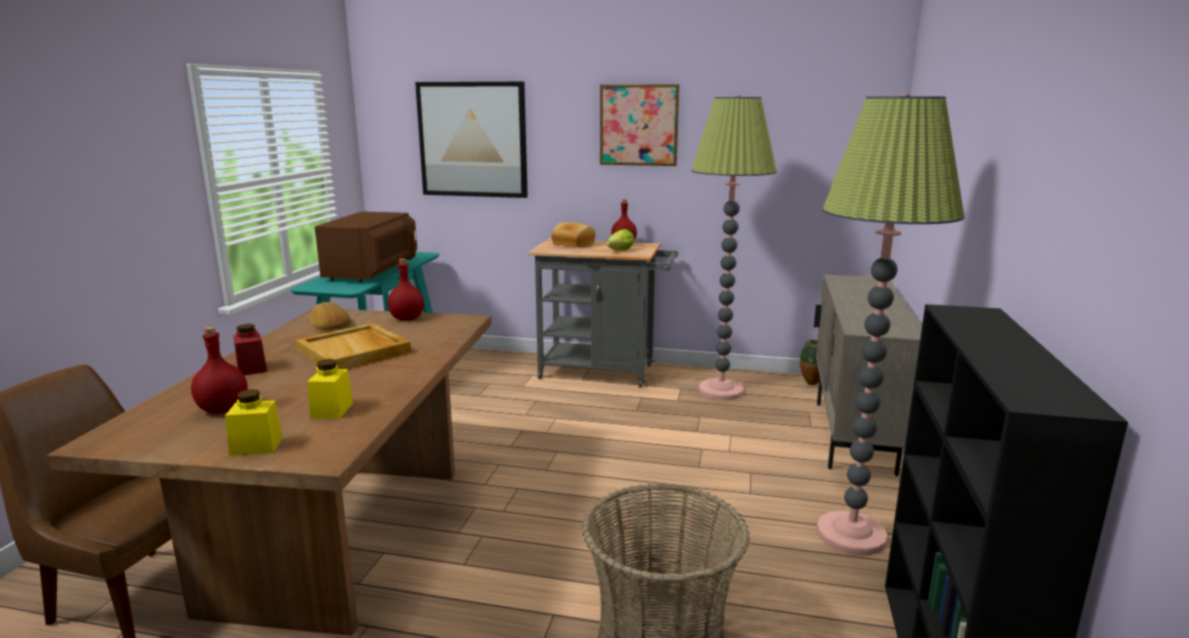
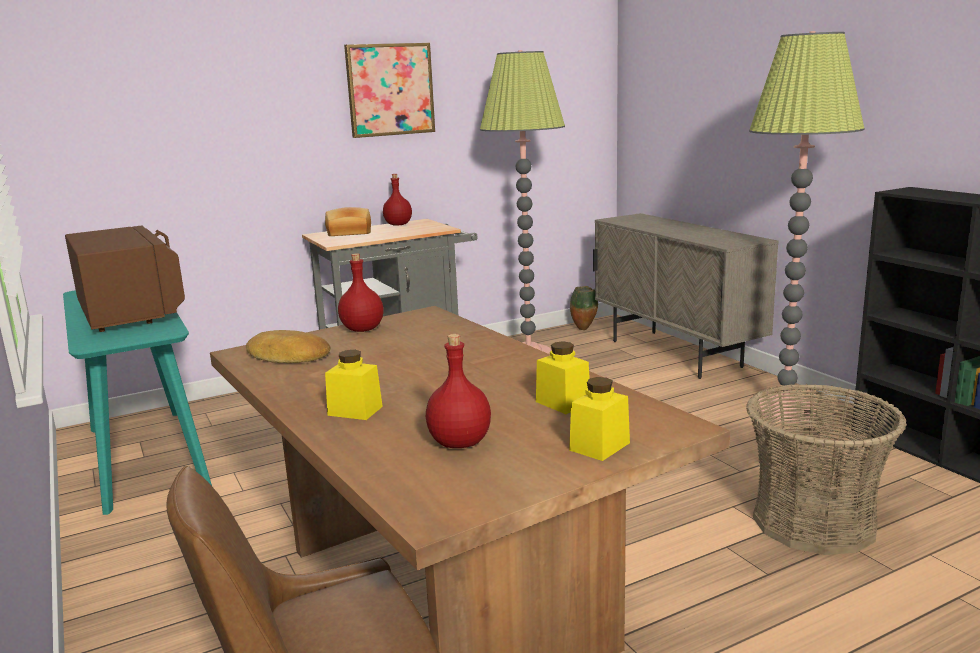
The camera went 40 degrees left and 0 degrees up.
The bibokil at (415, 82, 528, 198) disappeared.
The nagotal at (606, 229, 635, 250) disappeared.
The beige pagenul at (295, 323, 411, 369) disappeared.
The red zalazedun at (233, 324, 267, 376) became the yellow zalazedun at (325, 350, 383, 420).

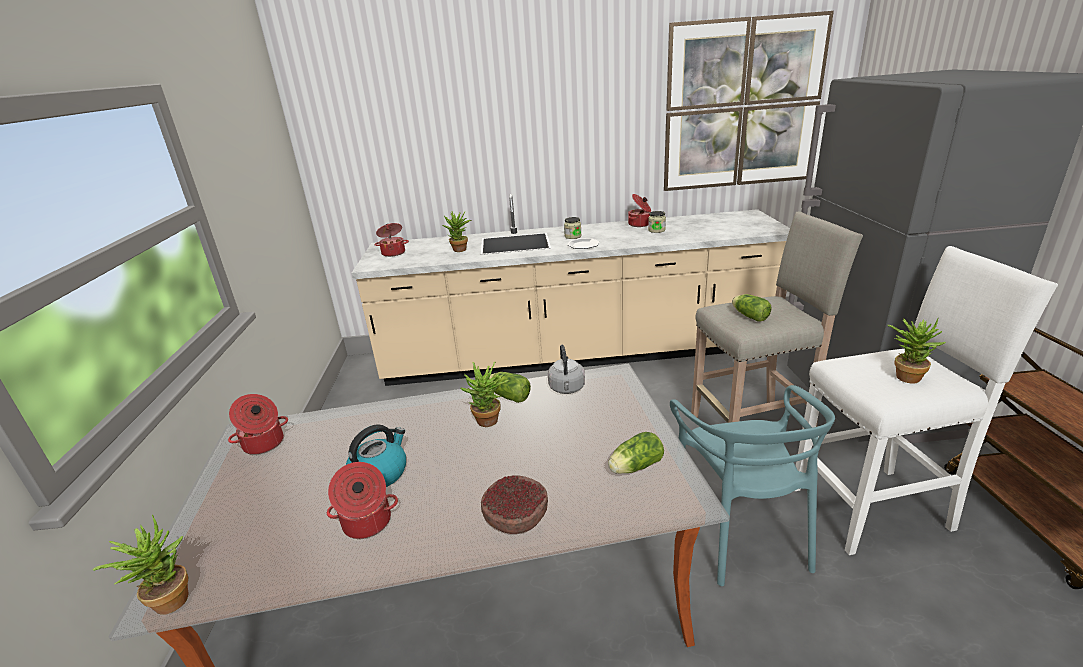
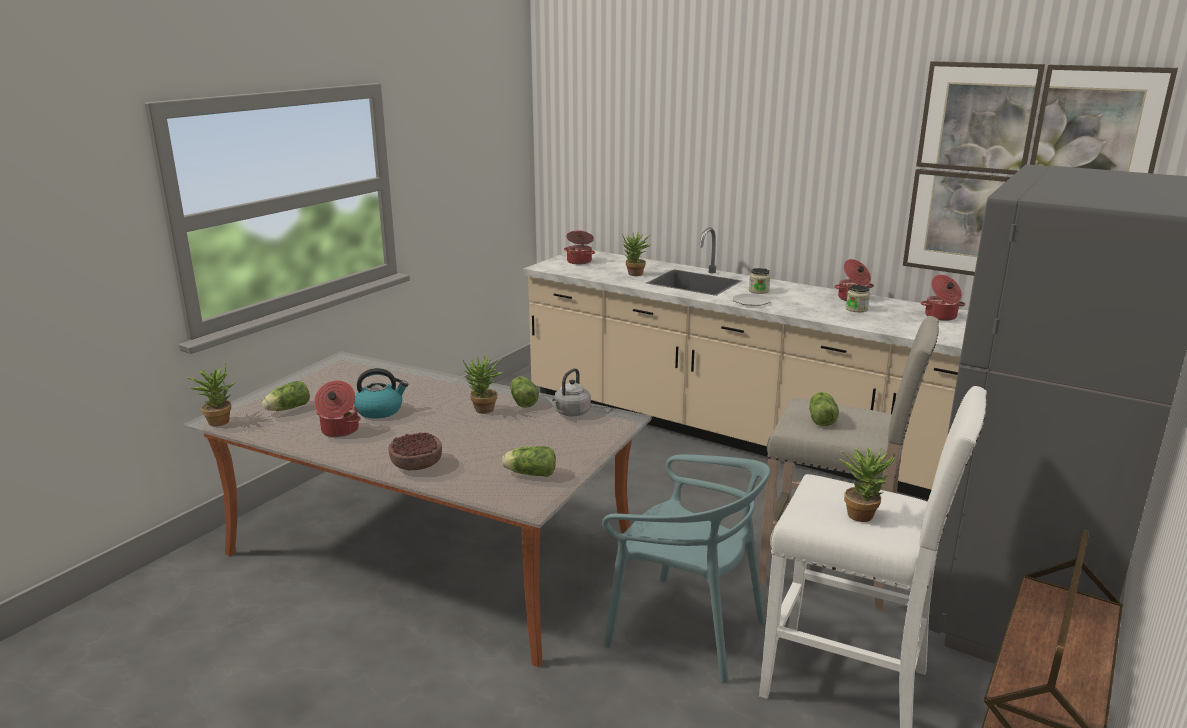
The camera went 35 degrees right and 5 degrees down.
The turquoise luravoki at (670, 385, 835, 586) turned 90 degrees counterclockwise.
The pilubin moved from (228, 394, 288, 455) to (921, 275, 965, 321).
The nagotal at (262, 381, 310, 411) appeared.

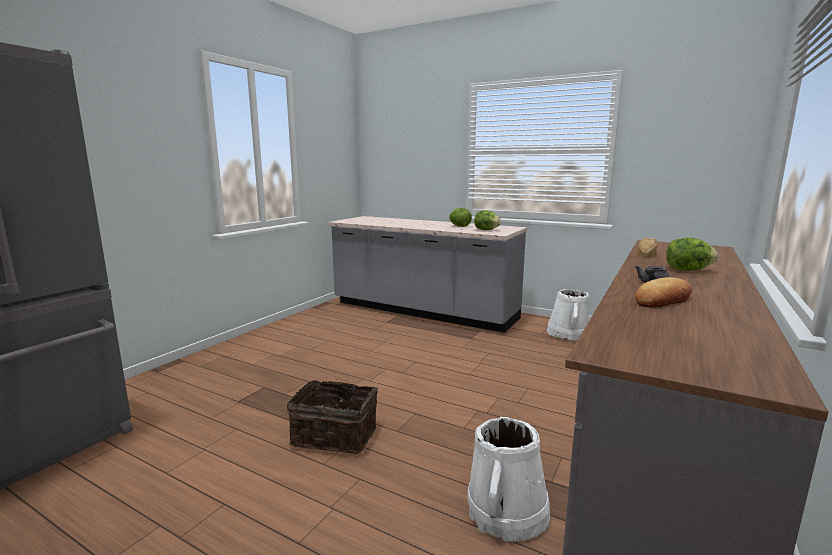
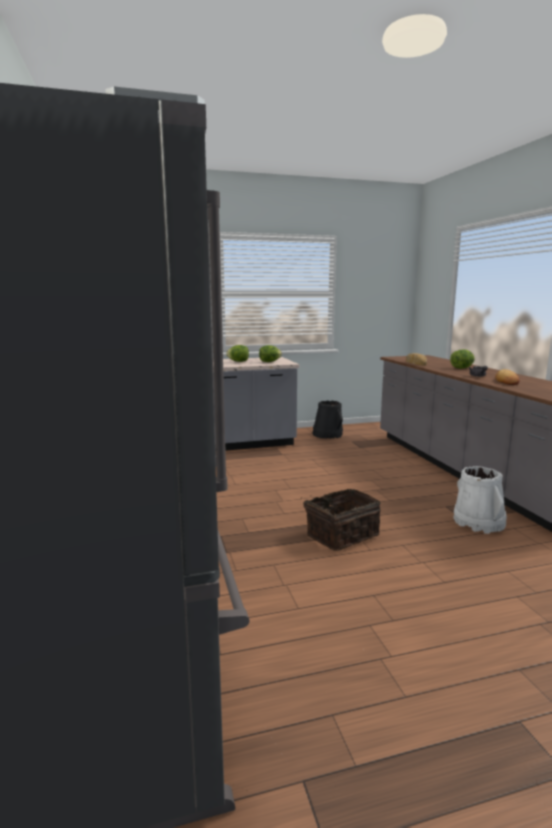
The camera went 45 degrees left and 0 degrees up.
The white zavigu at (547, 289, 589, 341) became the black zavigu at (312, 400, 343, 439).

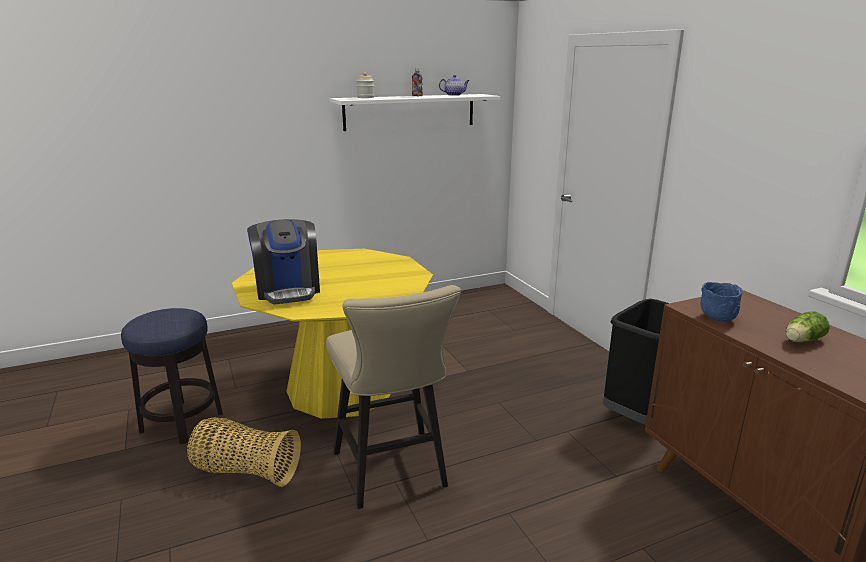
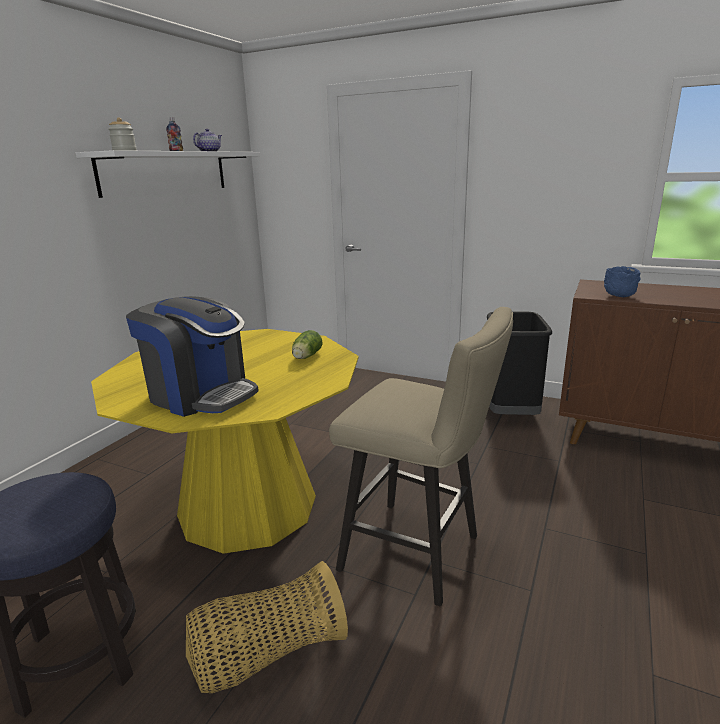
The camera went 40 degrees left and 0 degrees up.
The nagotal moved from (786, 312, 830, 343) to (292, 330, 322, 359).

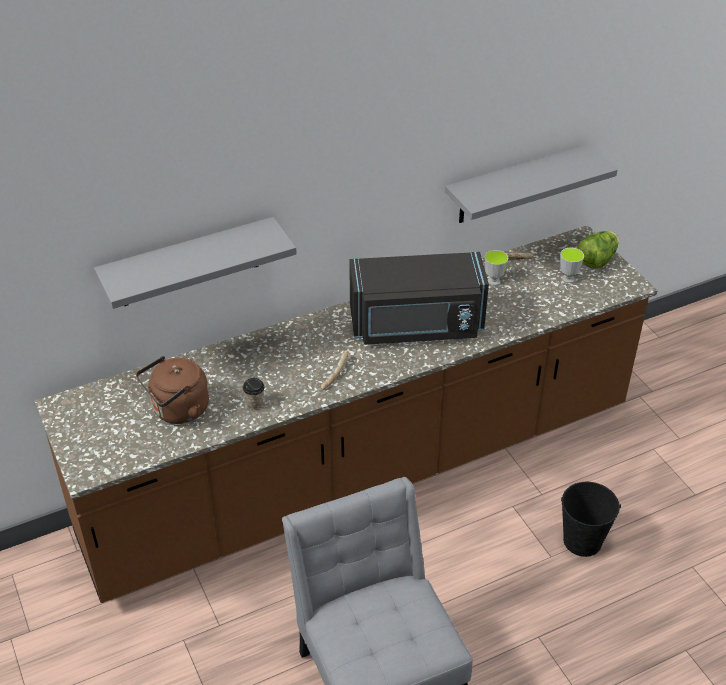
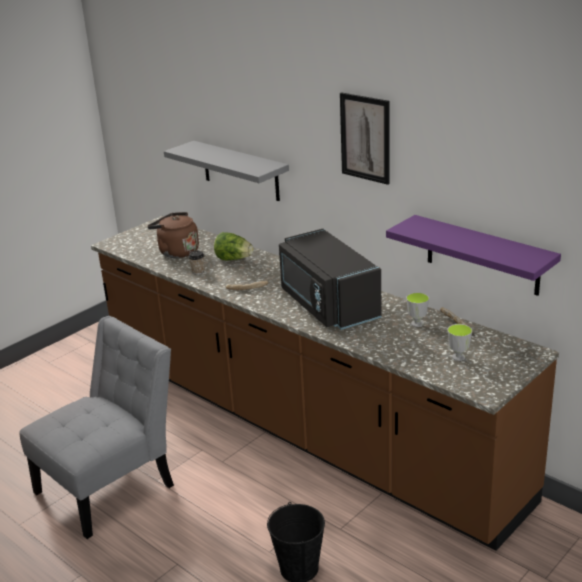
The camera went 70 degrees right and 15 degrees down.
The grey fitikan at (445, 145, 617, 223) became the purple fitikan at (386, 215, 561, 296).
The nagotal moved from (577, 231, 619, 269) to (214, 232, 254, 260).
The bibokil at (340, 92, 389, 185) appeared.

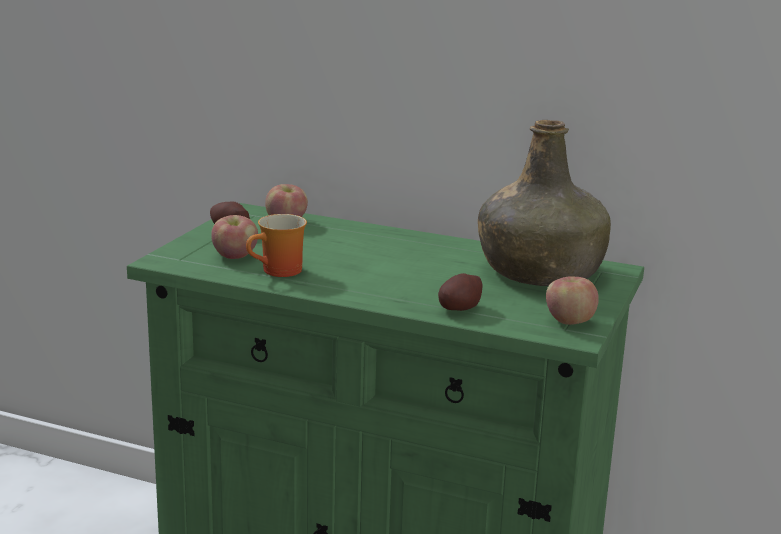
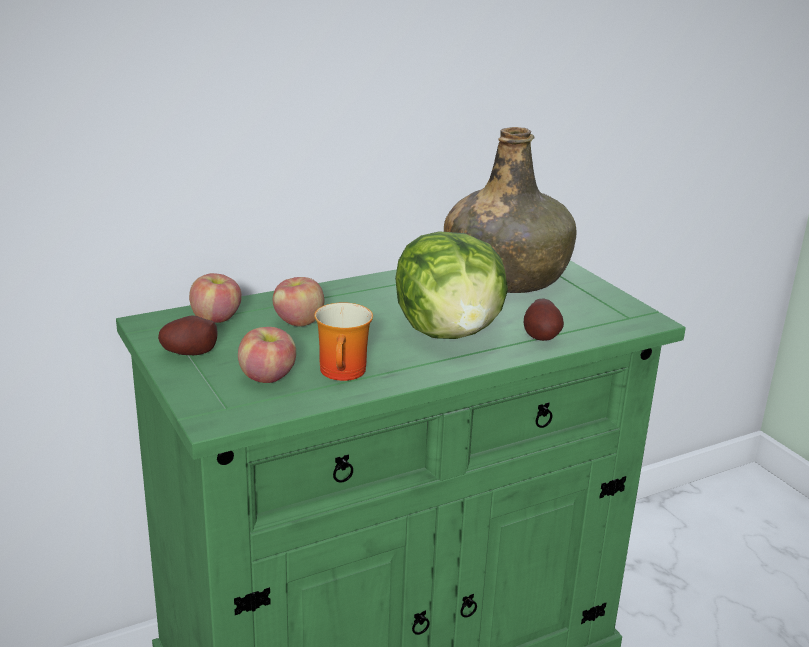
The camera went 50 degrees left and 5 degrees up.
The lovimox moved from (546, 276, 599, 325) to (273, 277, 324, 327).
The nagotal at (395, 231, 508, 339) appeared.

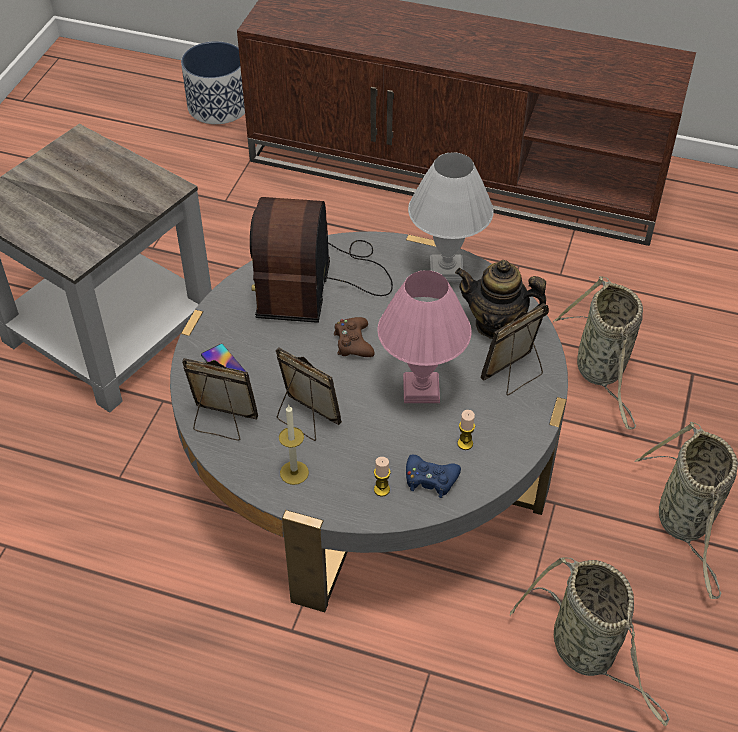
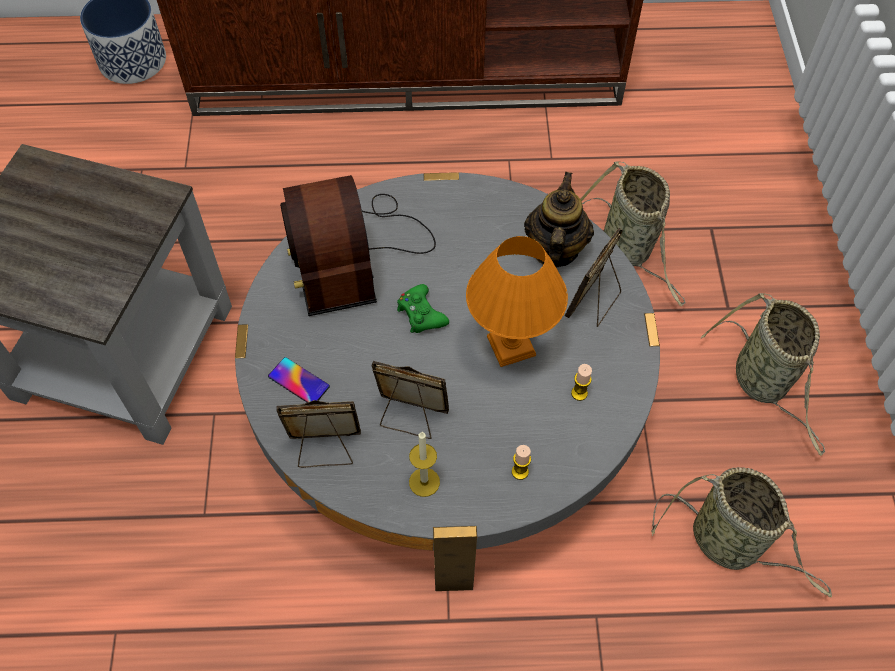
The camera went 20 degrees left and 10 degrees up.
The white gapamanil at (408, 152, 494, 282) disappeared.
The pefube at (455, 260, 549, 339) turned 105 degrees clockwise.
The pink gapamanil at (377, 270, 471, 403) became the orange gapamanil at (466, 236, 568, 367).
The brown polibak at (334, 317, 375, 357) became the green polibak at (397, 284, 449, 333).
The blue polibak at (406, 455, 461, 498) disappeared.

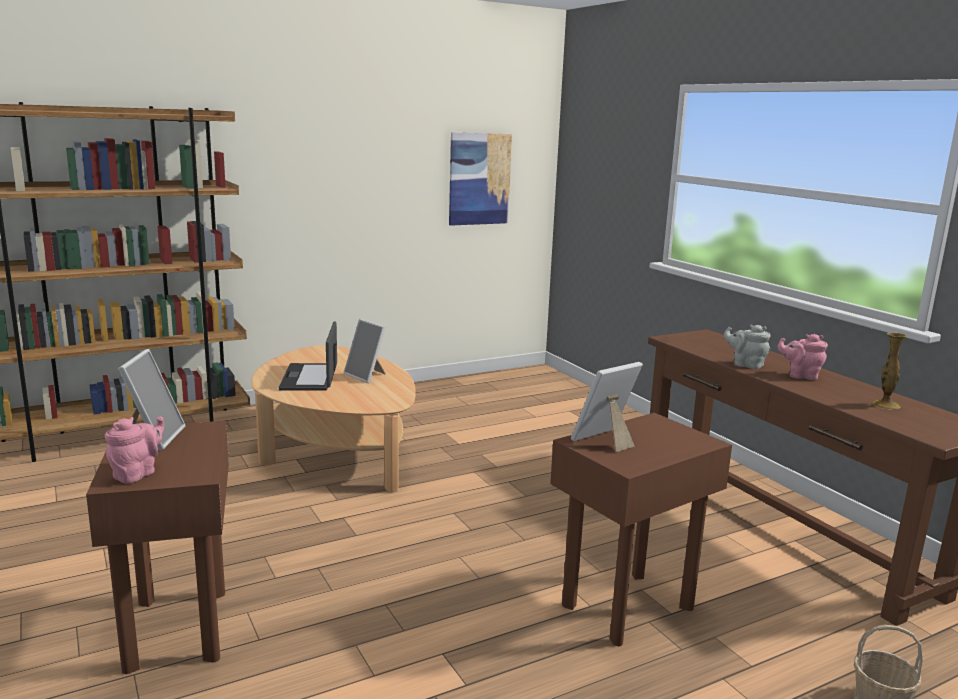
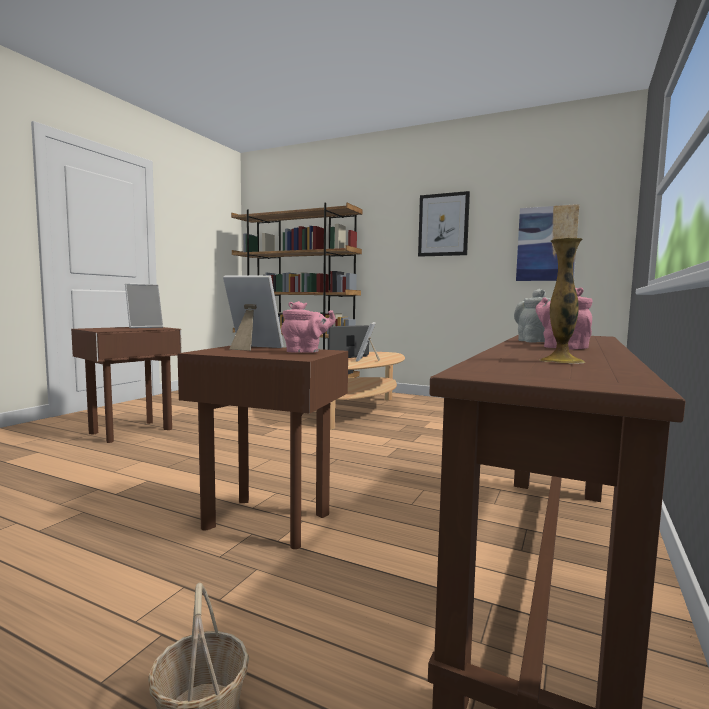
The camera went 55 degrees right and 10 degrees down.
The pink pefube moved from (105, 416, 164, 484) to (281, 301, 336, 353).
The bibokil at (418, 191, 470, 257) appeared.

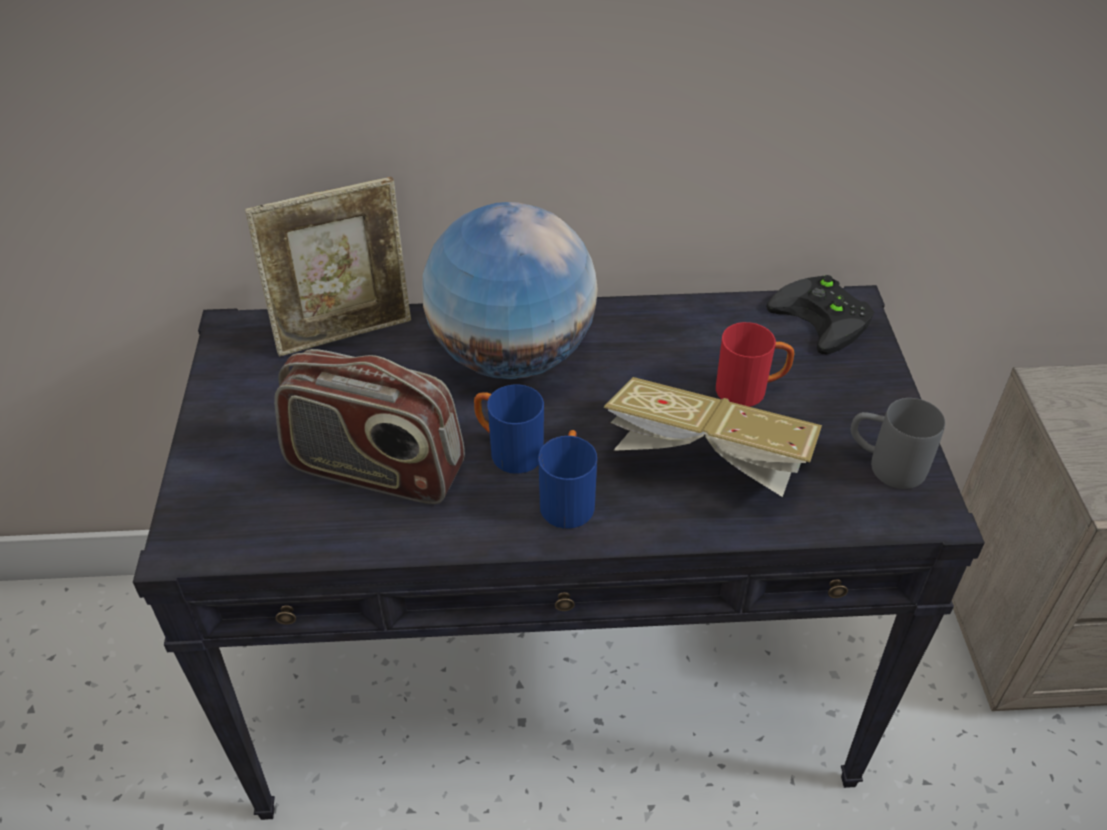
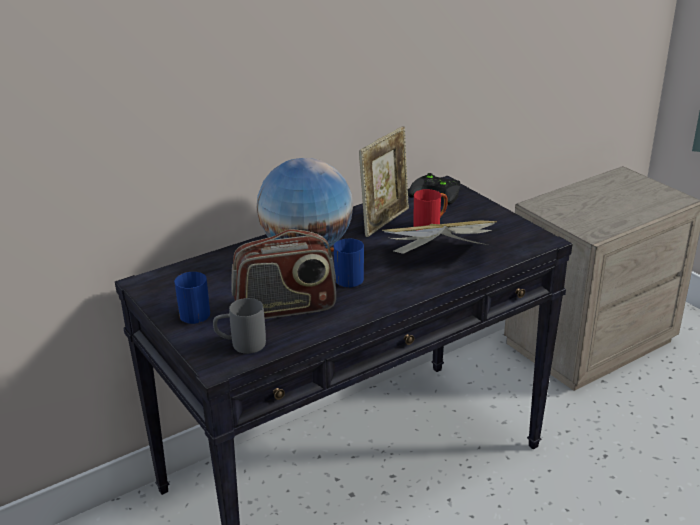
The camera went 30 degrees left and 15 degrees down.
The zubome moved from (245, 177, 411, 357) to (359, 126, 409, 237).
The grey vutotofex moved from (851, 398, 945, 489) to (213, 298, 266, 354).
The blue vutotofex moved from (538, 430, 597, 529) to (174, 272, 210, 324).

